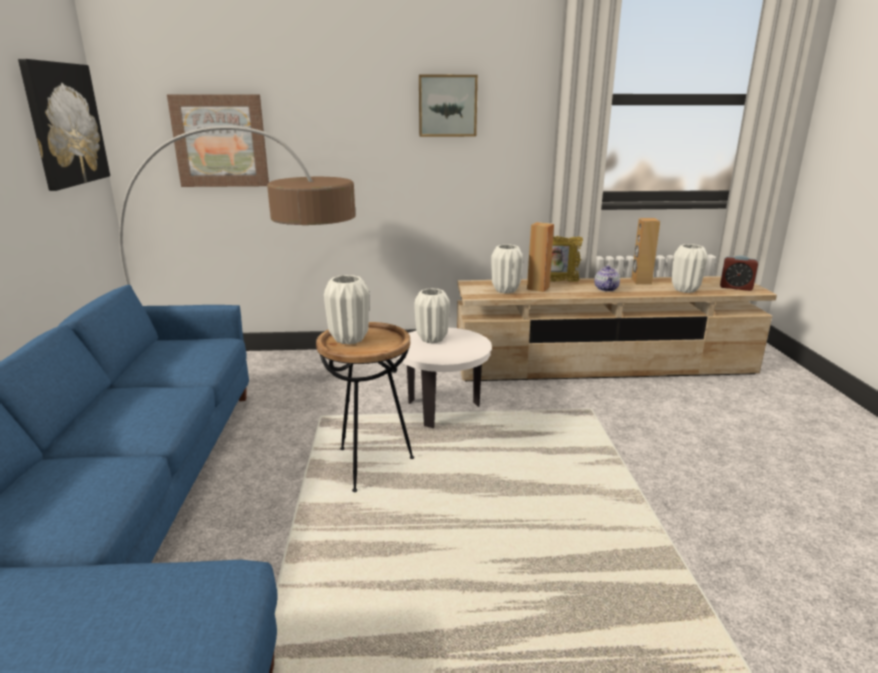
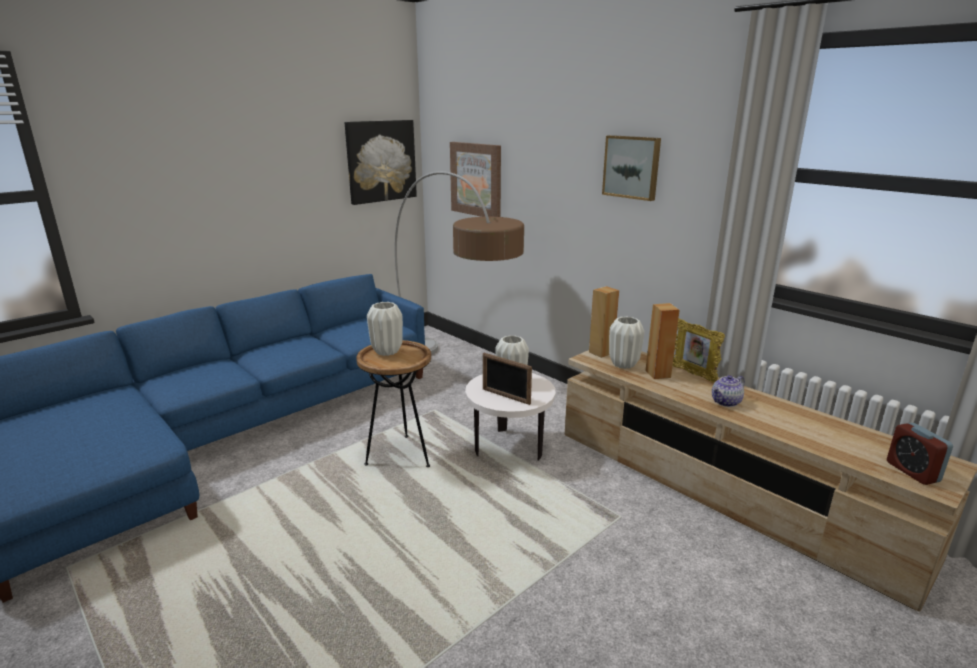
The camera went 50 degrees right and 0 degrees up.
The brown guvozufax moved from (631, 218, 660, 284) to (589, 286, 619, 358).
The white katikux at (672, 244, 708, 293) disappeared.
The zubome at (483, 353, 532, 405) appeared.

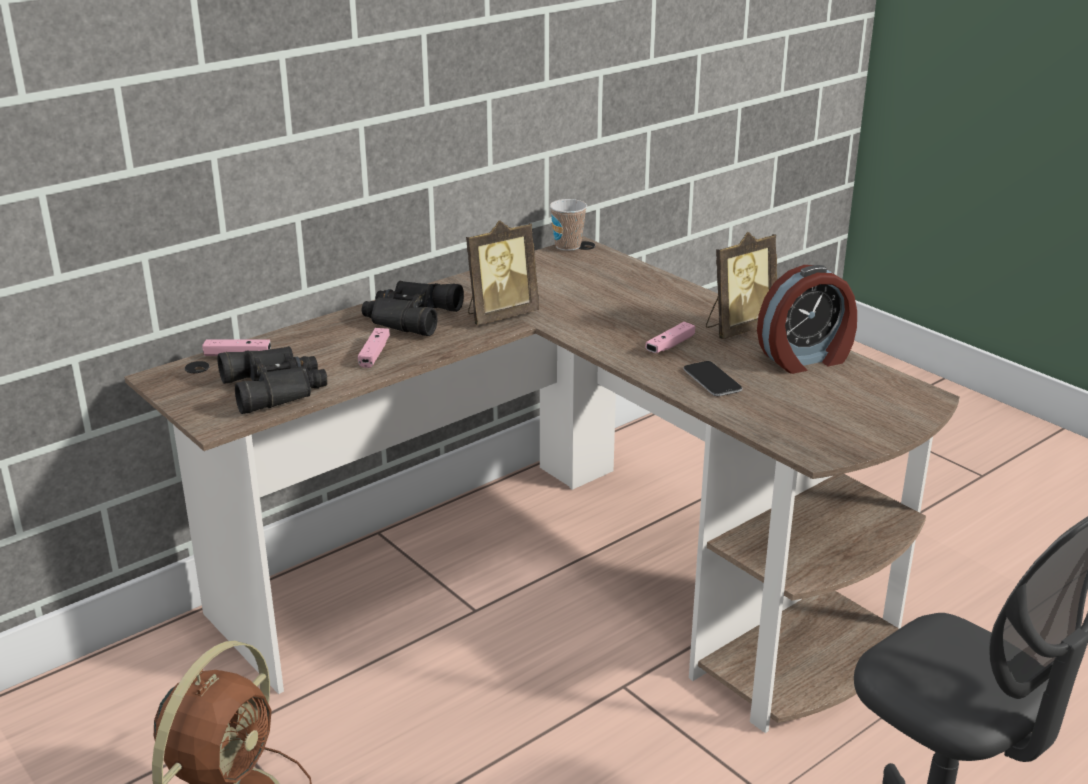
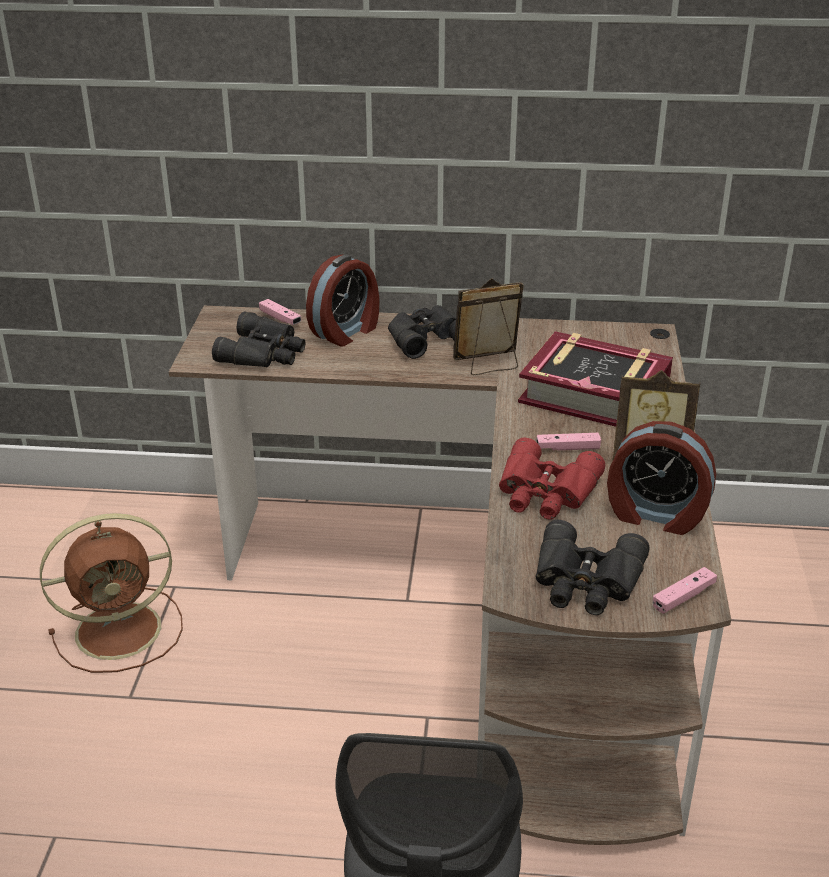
The camera went 45 degrees right and 5 degrees up.
The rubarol at (550, 199, 587, 251) disappeared.
The zubome at (466, 220, 539, 325) turned 150 degrees clockwise.
The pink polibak moved from (358, 328, 390, 368) to (653, 567, 717, 614).
The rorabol at (684, 361, 742, 396) was replaced by the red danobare at (499, 437, 605, 520).
The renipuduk at (306, 255, 379, 347) appeared.
The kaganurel at (518, 331, 673, 427) appeared.
The black danobare at (536, 519, 650, 615) appeared.

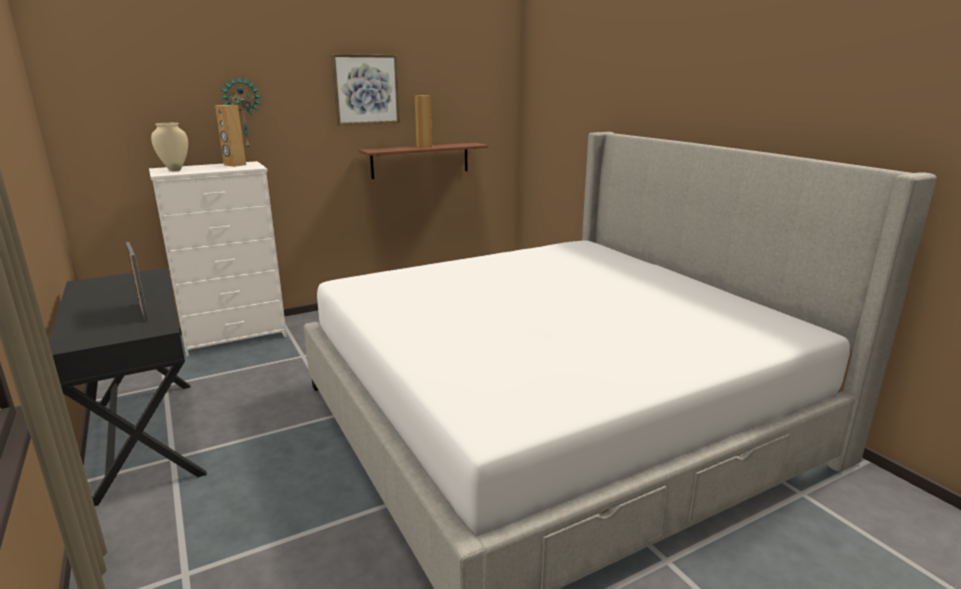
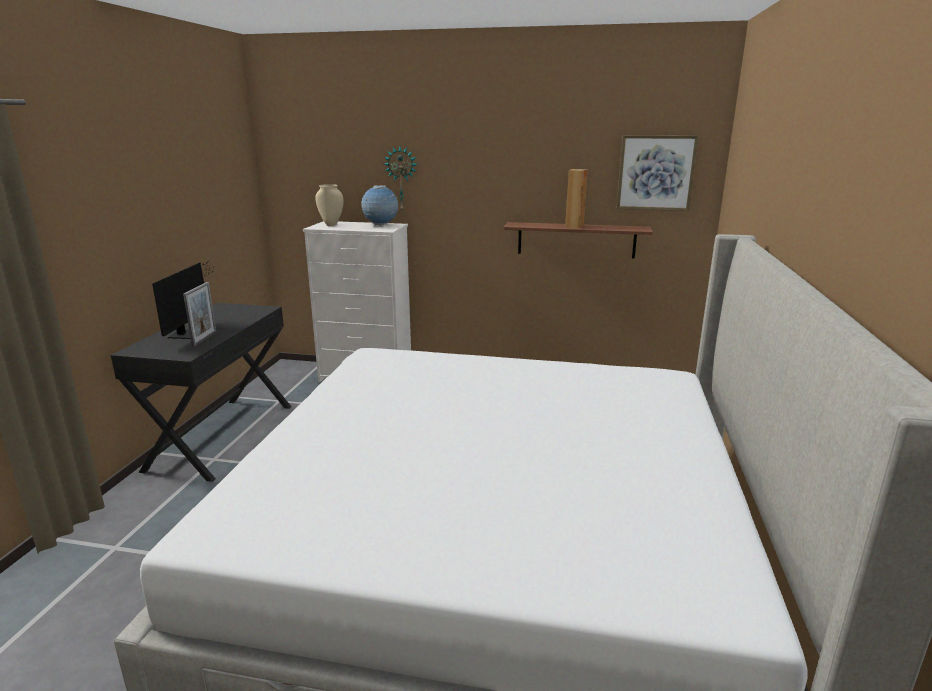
The camera went 40 degrees right and 0 degrees up.
The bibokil moved from (331, 54, 400, 125) to (617, 135, 698, 211).
The brown guvozufax at (215, 105, 246, 167) was replaced by the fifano at (361, 185, 398, 226).
The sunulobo at (152, 261, 215, 339) appeared.

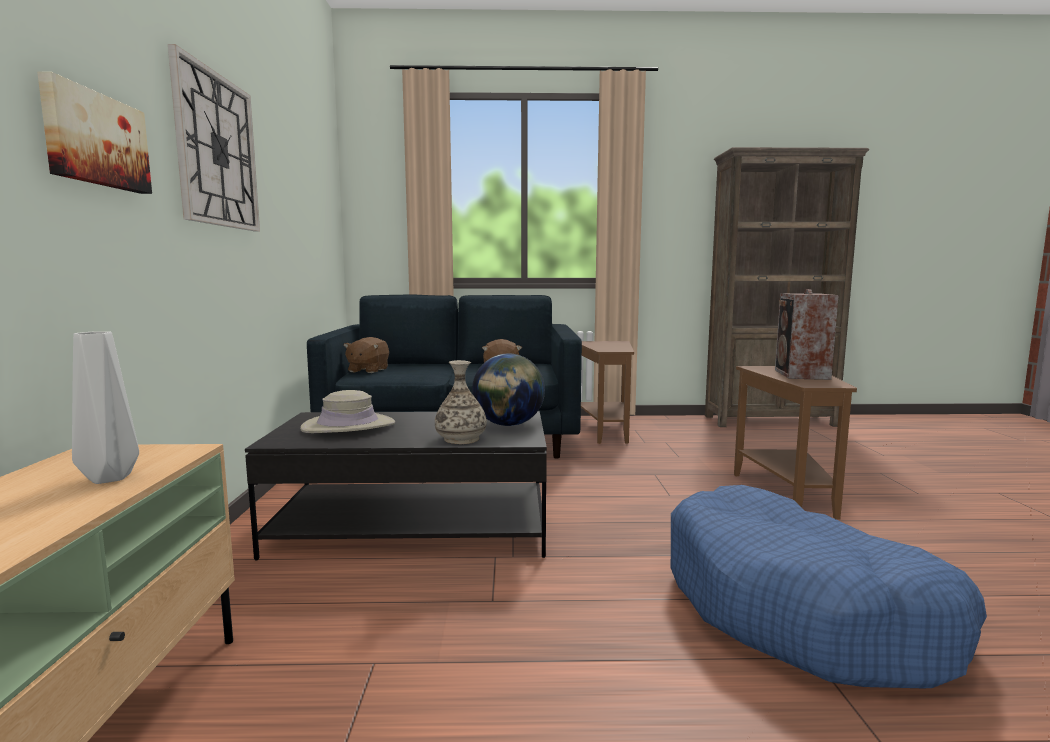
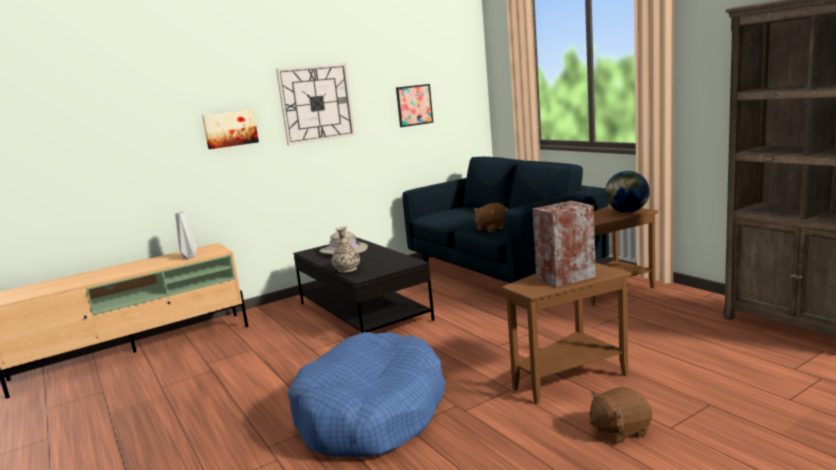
The camera went 60 degrees right and 5 degrees up.
The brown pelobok moved from (344, 337, 389, 373) to (590, 387, 652, 444).
The fifano moved from (472, 353, 545, 426) to (605, 171, 650, 213).
The bibokil at (396, 84, 433, 127) appeared.

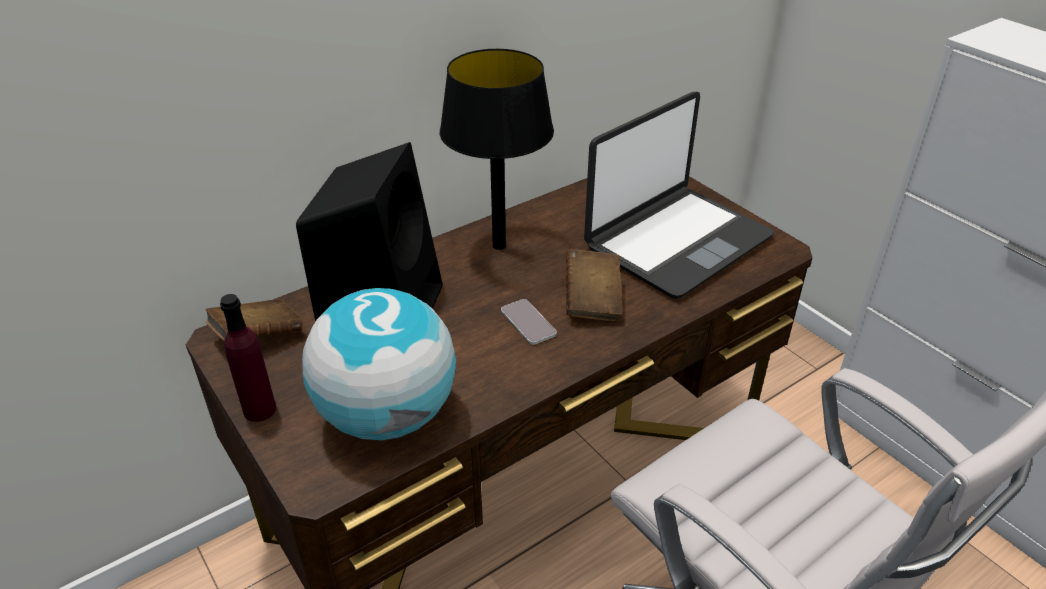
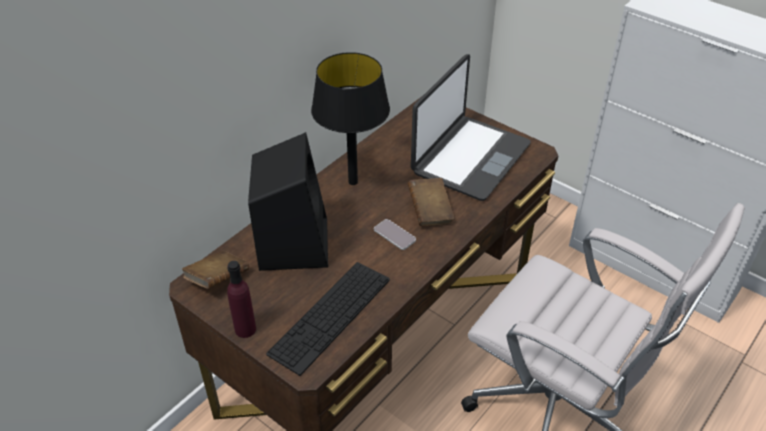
The camera went 15 degrees left and 5 degrees up.
The fifano at (302, 288, 456, 440) was replaced by the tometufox at (266, 262, 390, 376).

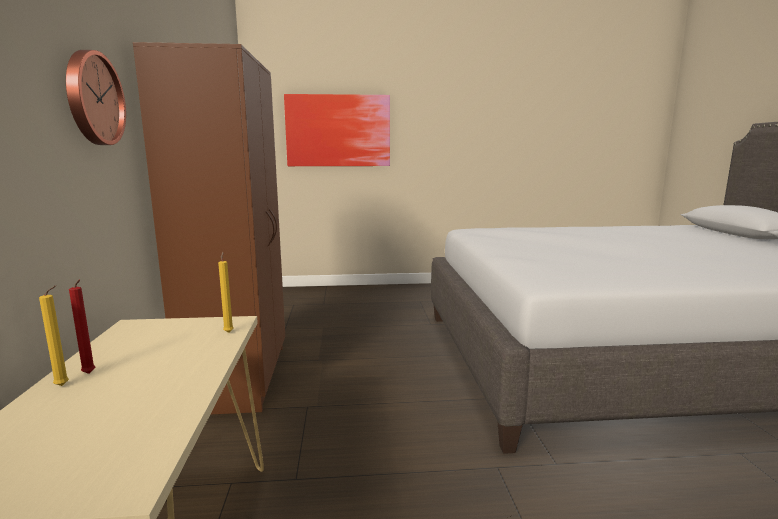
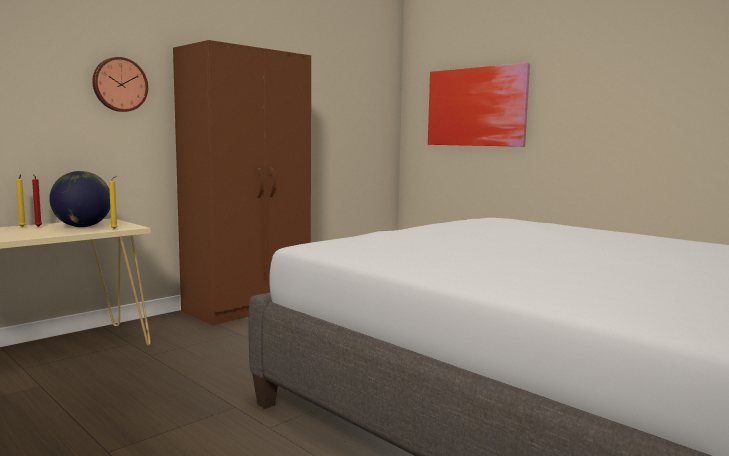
The camera went 50 degrees right and 5 degrees down.
The fifano at (49, 171, 110, 227) appeared.

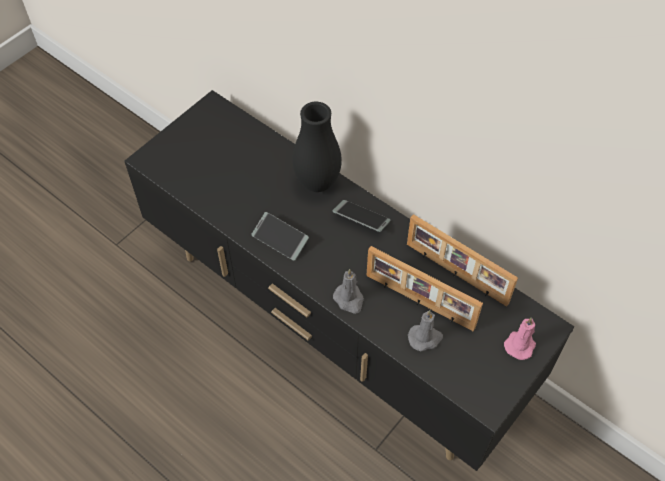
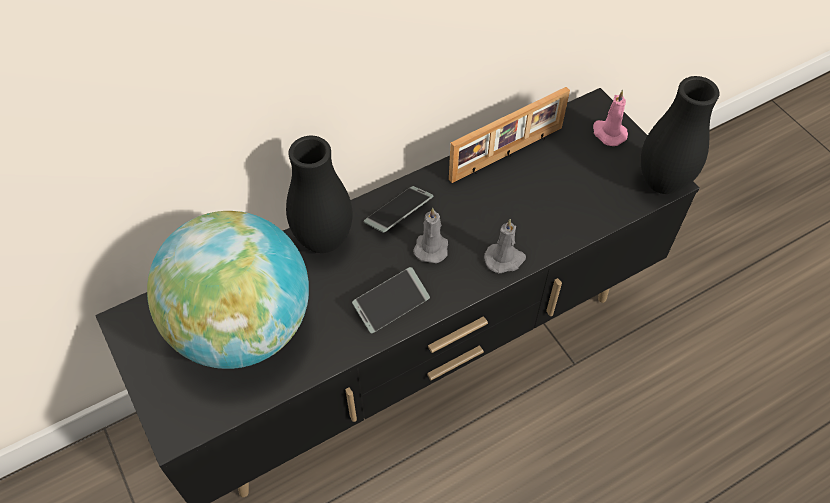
The camera went 70 degrees left and 0 degrees up.
The zubome at (366, 246, 483, 331) disappeared.
The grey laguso moved from (408, 310, 443, 352) to (413, 207, 448, 263).
The black katikux at (641, 76, 720, 194) appeared.
The fifano at (147, 211, 309, 369) appeared.

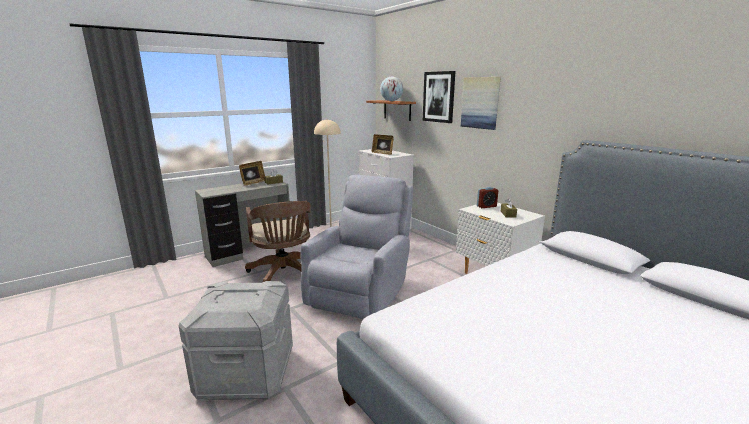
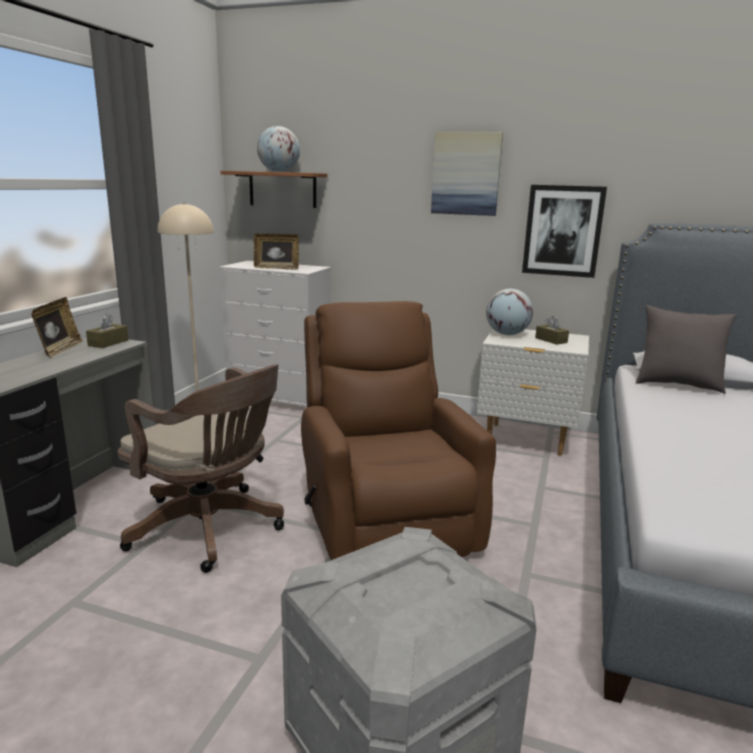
The camera went 35 degrees left and 0 degrees up.
The bibokil moved from (423, 71, 455, 123) to (522, 185, 607, 278).
The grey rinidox at (300, 175, 414, 319) became the brown rinidox at (301, 301, 496, 560).
The renipuduk at (477, 187, 498, 208) was replaced by the fifano at (486, 289, 533, 335).
The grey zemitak at (636, 305, 736, 394) appeared.

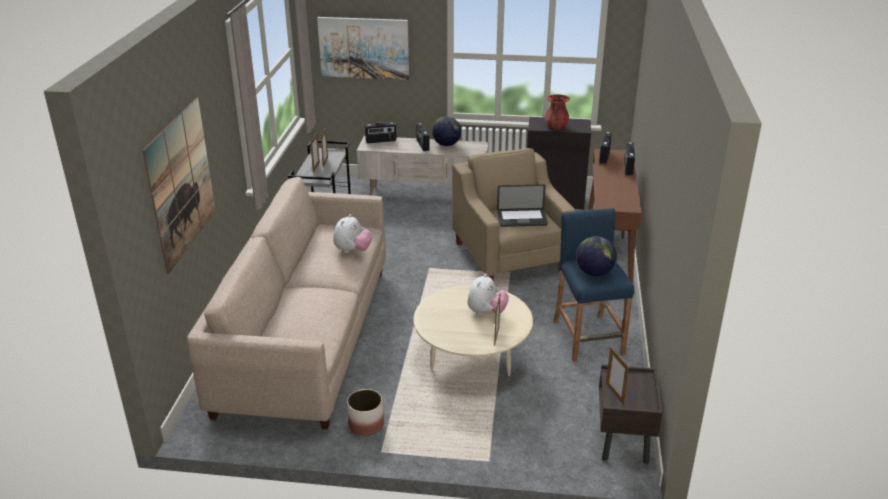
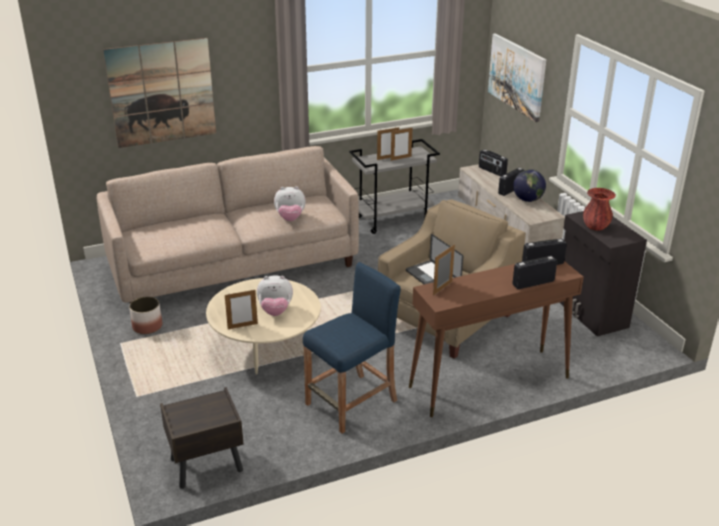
The camera went 60 degrees right and 0 degrees up.
The fifano at (576, 236, 617, 276) disappeared.
The zubome moved from (606, 347, 629, 405) to (433, 244, 455, 296).

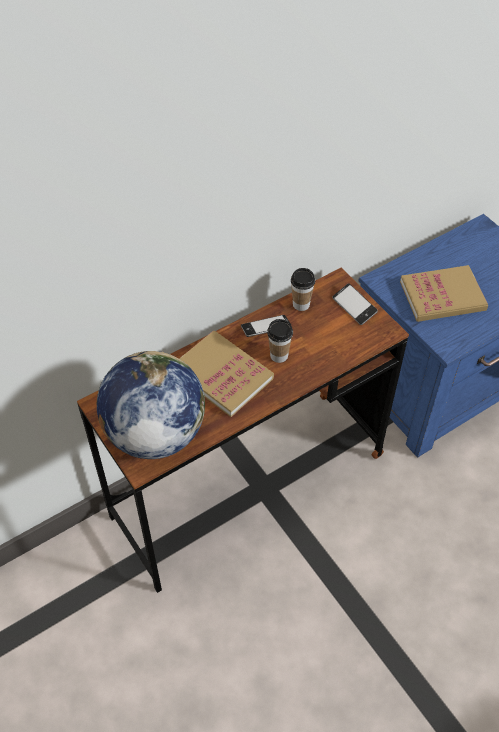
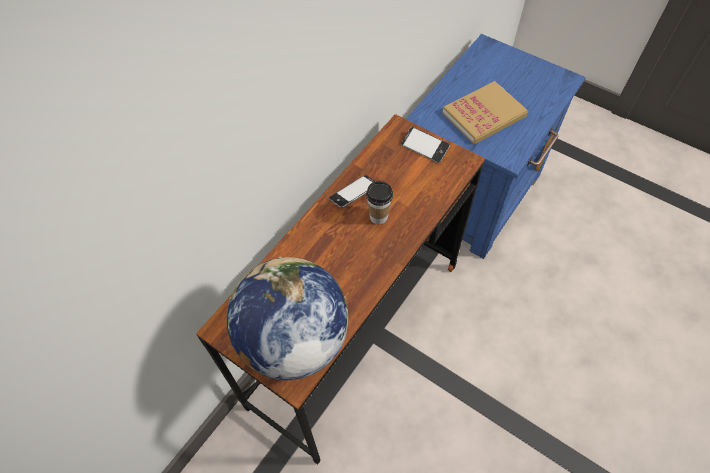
The camera went 20 degrees left and 5 degrees up.
The rubarol at (291, 268, 315, 311) disappeared.
The kaganurel at (179, 330, 274, 417) disappeared.

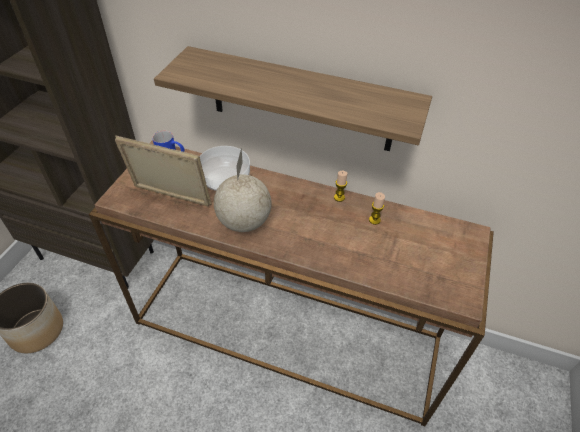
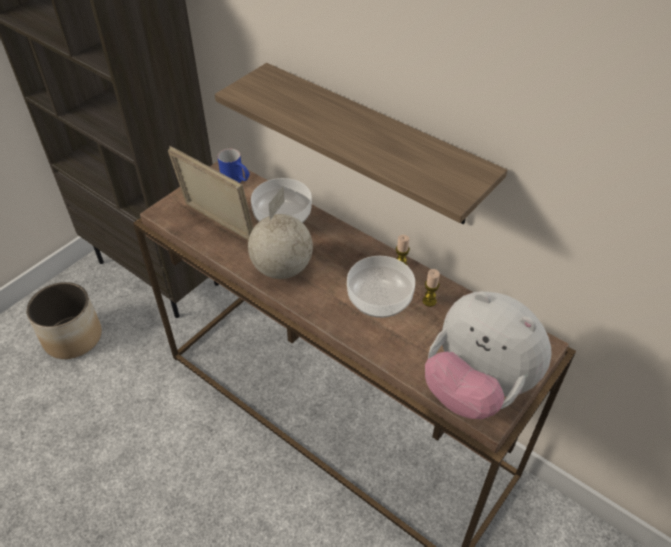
The camera went 20 degrees right and 0 degrees up.
The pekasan at (347, 256, 415, 318) appeared.
The pelobok at (425, 291, 551, 419) appeared.

